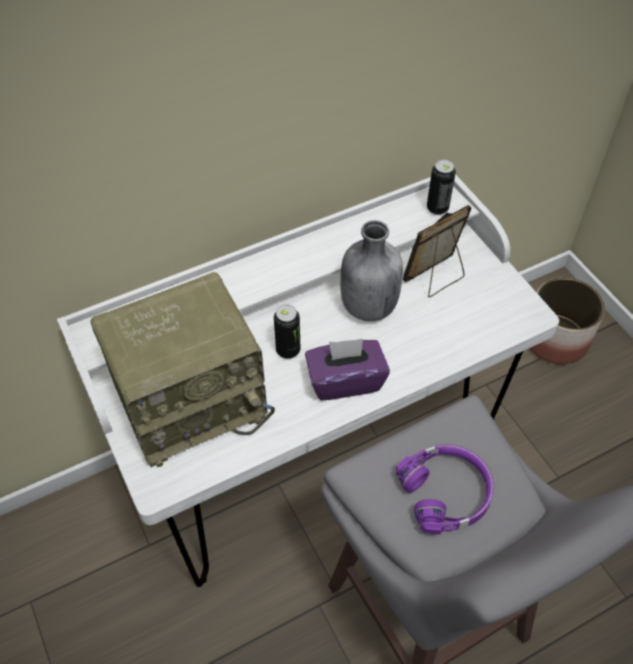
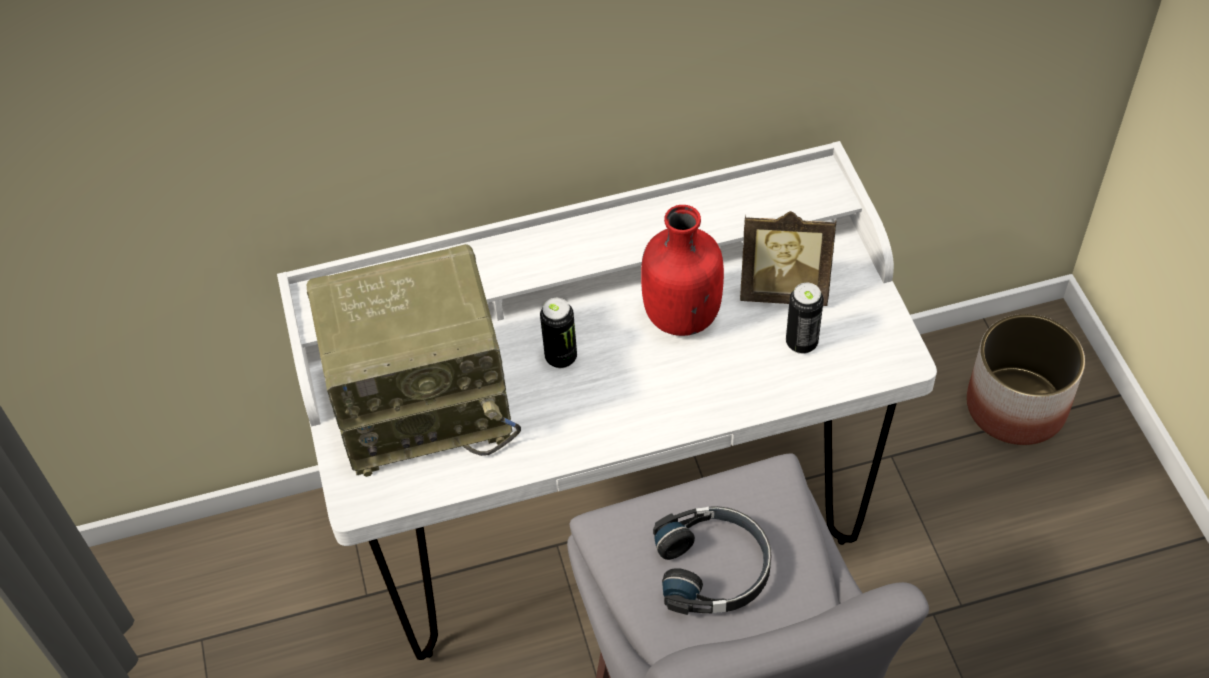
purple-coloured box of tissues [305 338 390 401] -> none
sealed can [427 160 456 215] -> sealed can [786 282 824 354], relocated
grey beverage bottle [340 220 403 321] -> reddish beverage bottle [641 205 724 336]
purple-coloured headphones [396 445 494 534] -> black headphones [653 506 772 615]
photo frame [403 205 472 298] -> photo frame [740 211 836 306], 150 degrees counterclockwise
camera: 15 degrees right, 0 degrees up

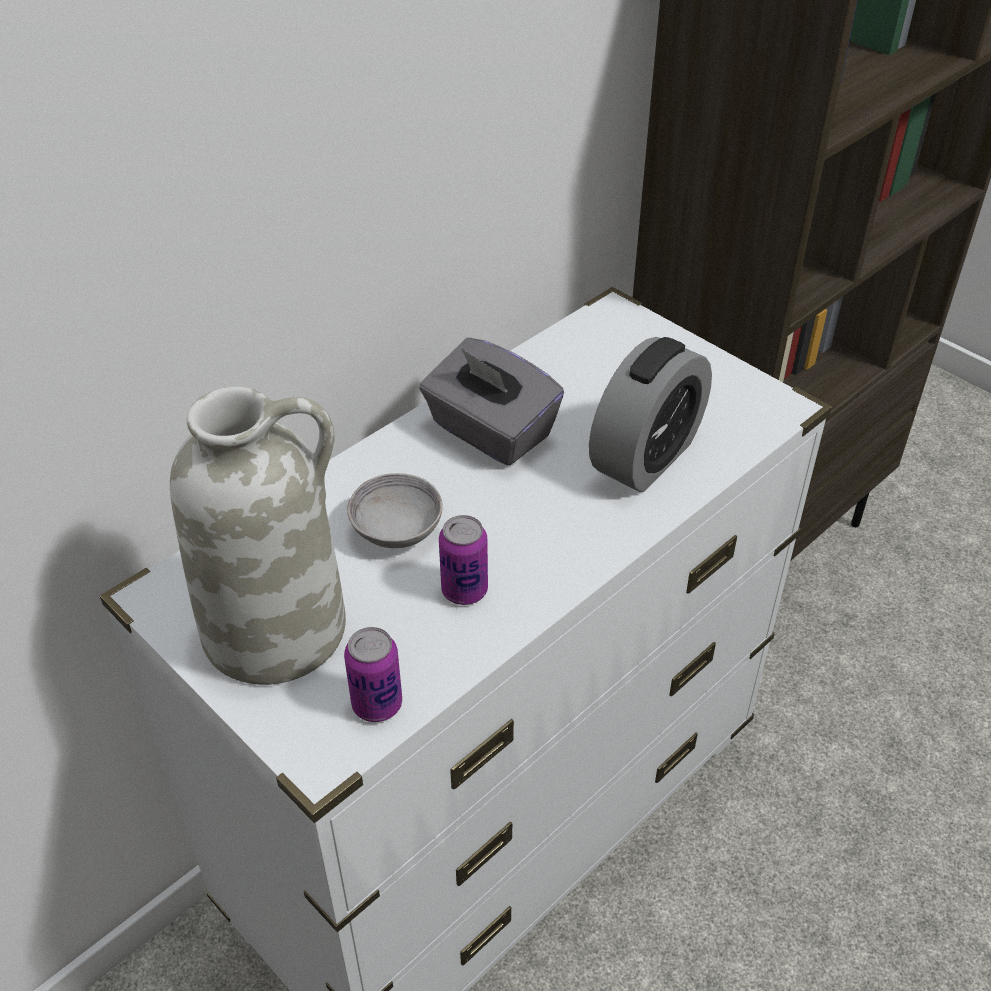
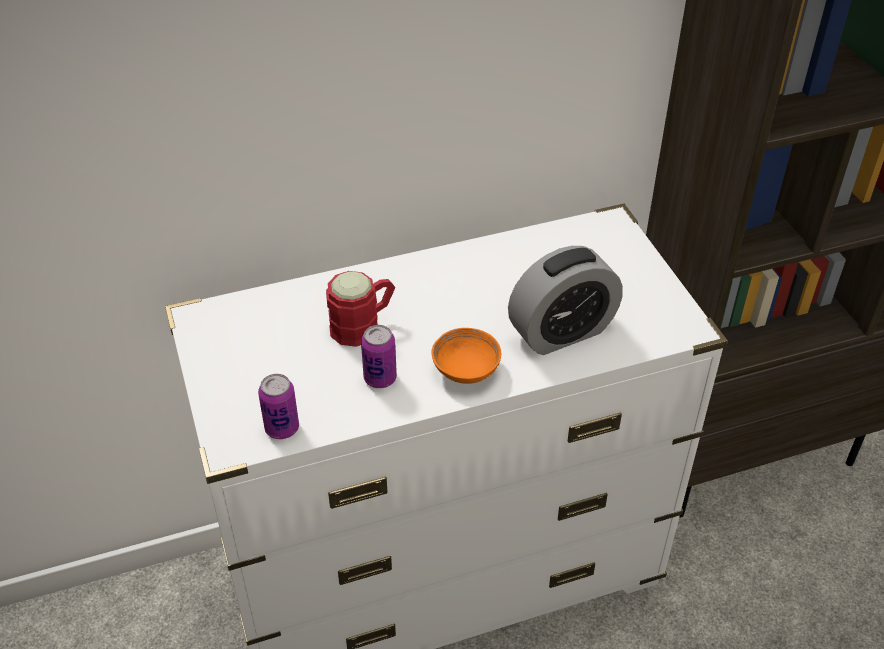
white-coloured flower vase [170 387 346 685] -> none
grey box of tissues [419 338 564 466] -> none
none -> orange deep dish [431 328 501 384]
grey deep dish [347 473 443 548] -> reddish mug [326 271 395 347]
camera: 25 degrees right, 0 degrees up

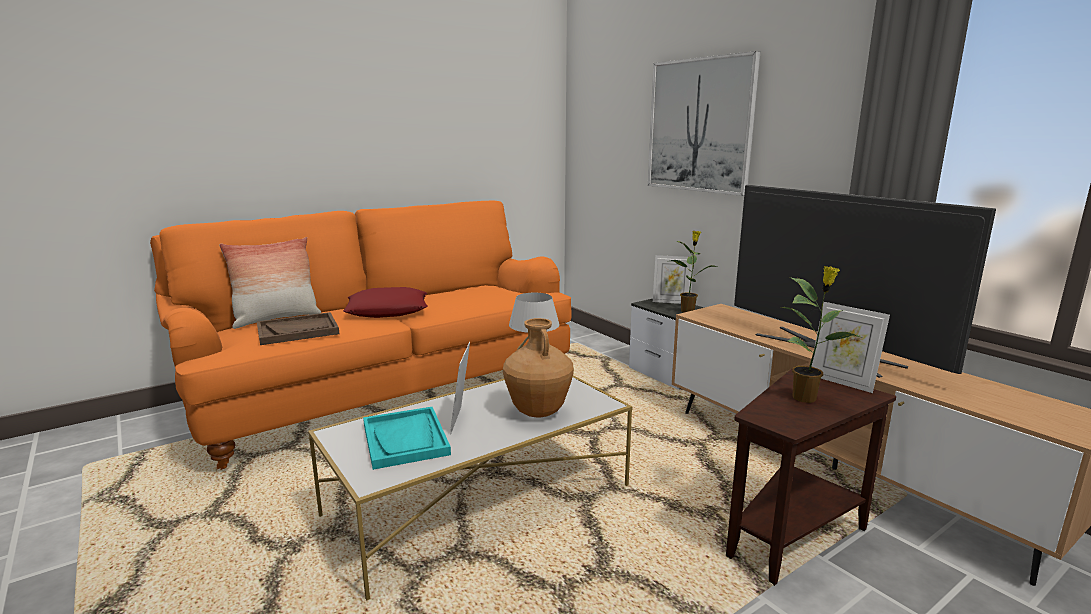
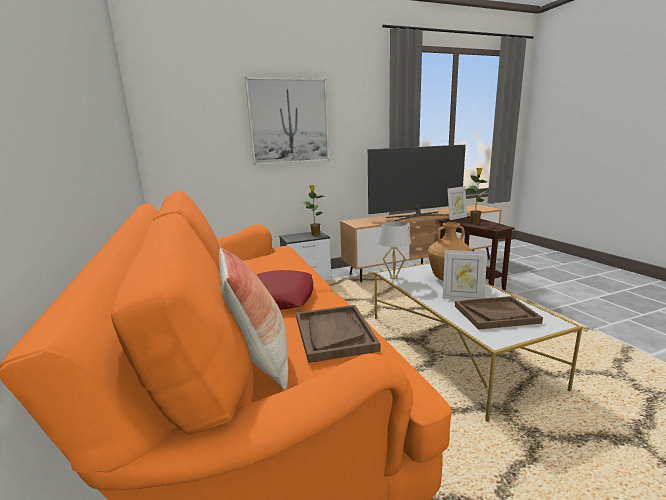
photo frame [653 255 693 304] -> none
turquoise tray [363 407 451 470] -> brown-coloured tray [455 296 543 330]
camera: 75 degrees left, 0 degrees up

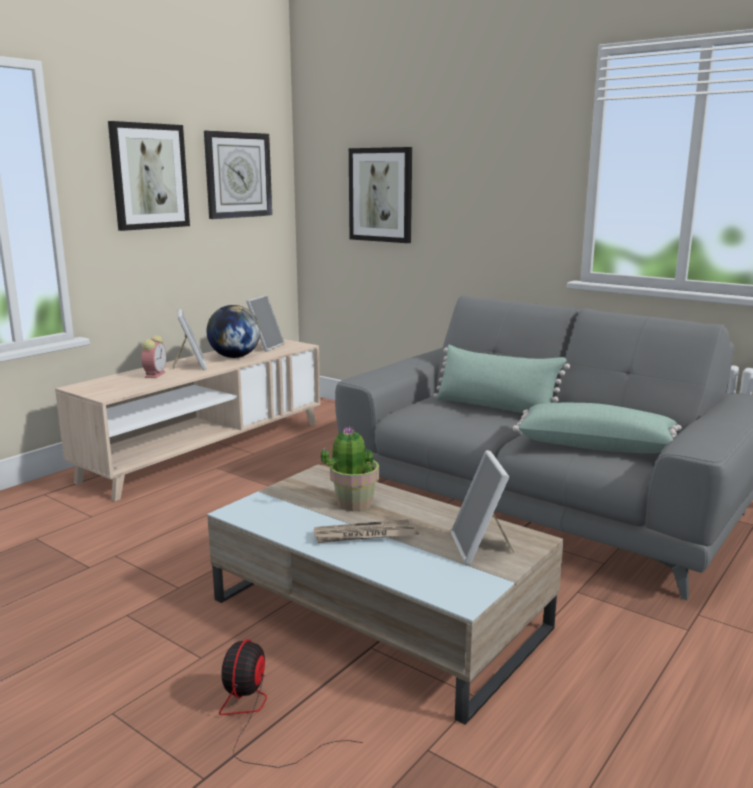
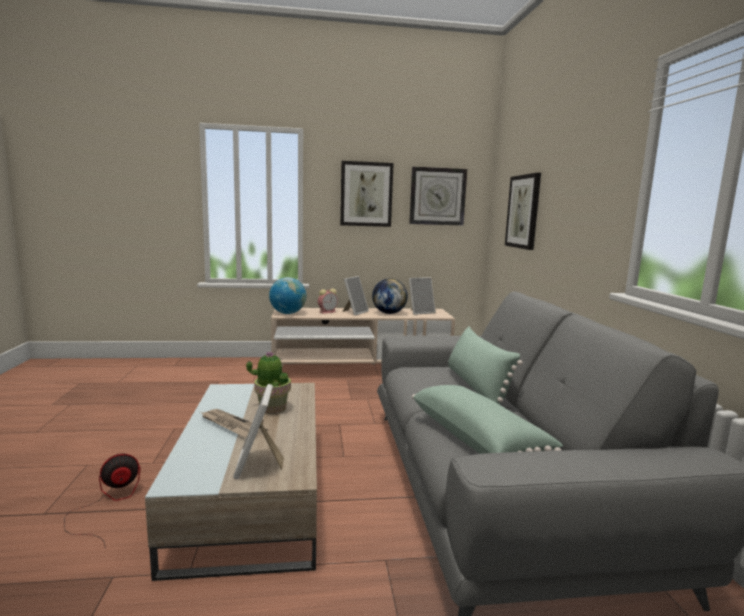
none -> globe [269 277 306 314]
photo frame [451 450 514 565] -> photo frame [233 384 284 479], 45 degrees counterclockwise
camera: 45 degrees right, 5 degrees down

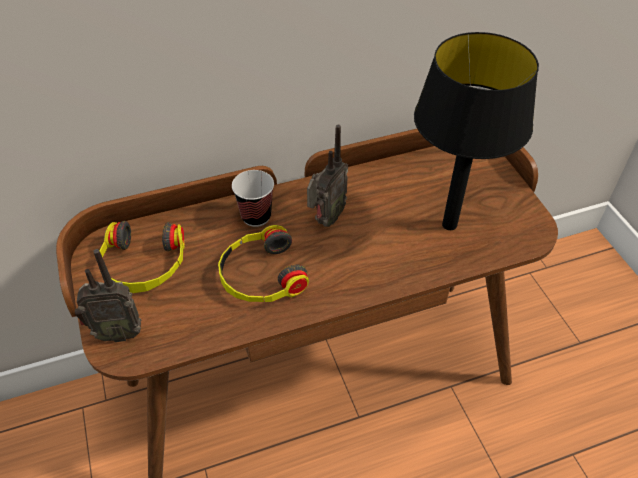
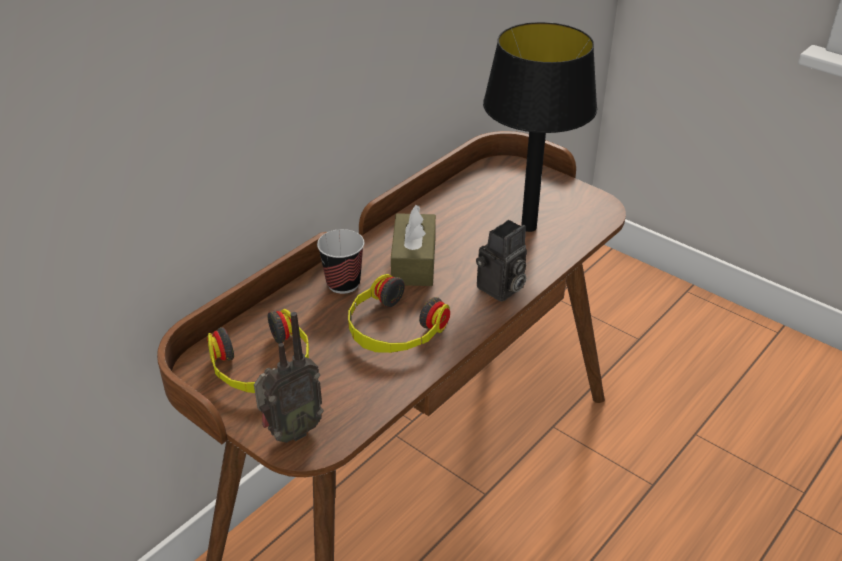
none -> photo camera [476 220 527 302]
radio receiver [307 125 348 227] -> brown-coloured box of tissues [391 205 436 286]
camera: 30 degrees left, 10 degrees down

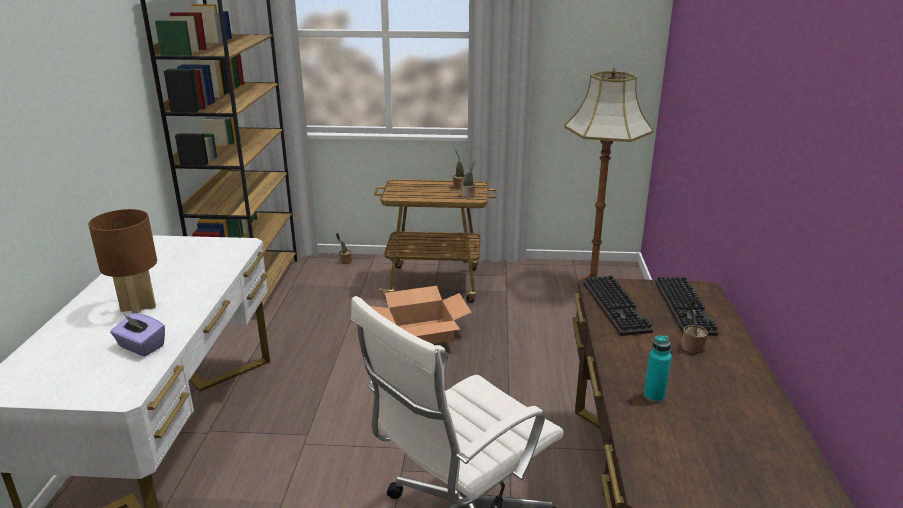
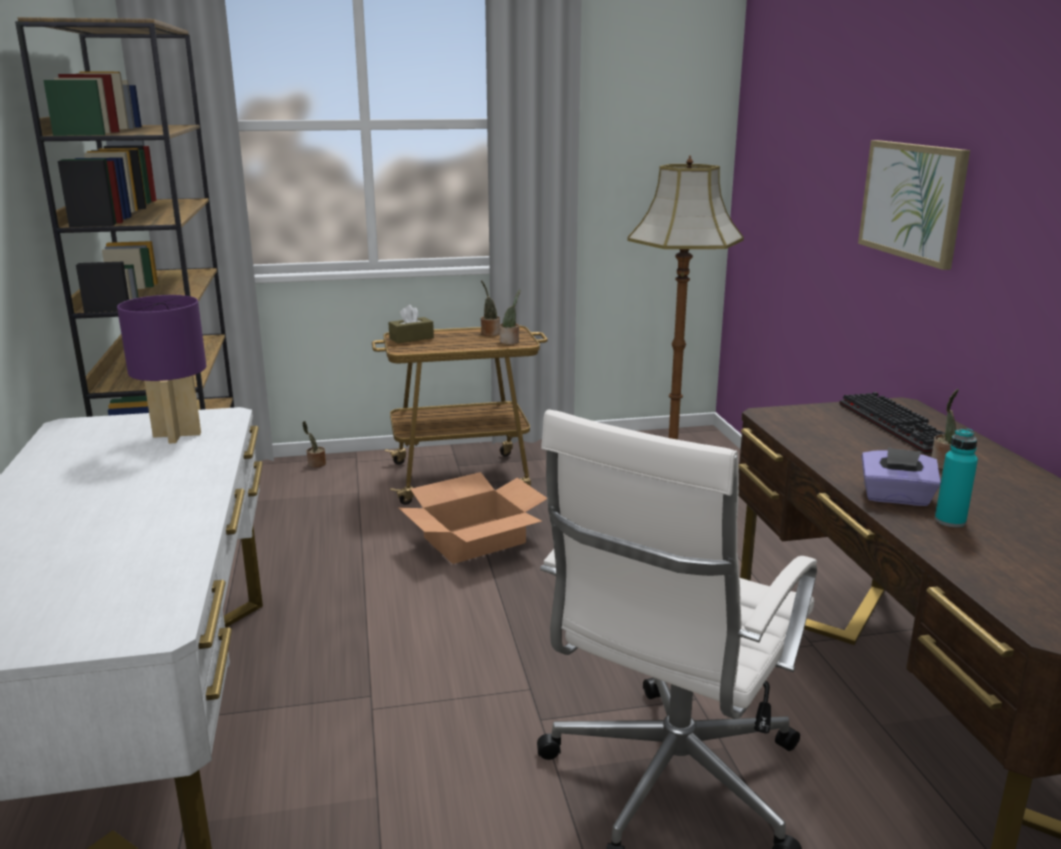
brown-coloured table lamp [88 209 157 313] -> none
computer keyboard [583 275 653 336] -> none
none -> purple-coloured table lamp [117 295 207 443]
none -> brown-coloured box of tissues [388 305 434 343]
none -> picture [858 140 970 270]
purple-coloured box of tissues [110 313 165 356] -> purple-coloured box of tissues [861 447 941 506], relocated
camera: 15 degrees left, 5 degrees down

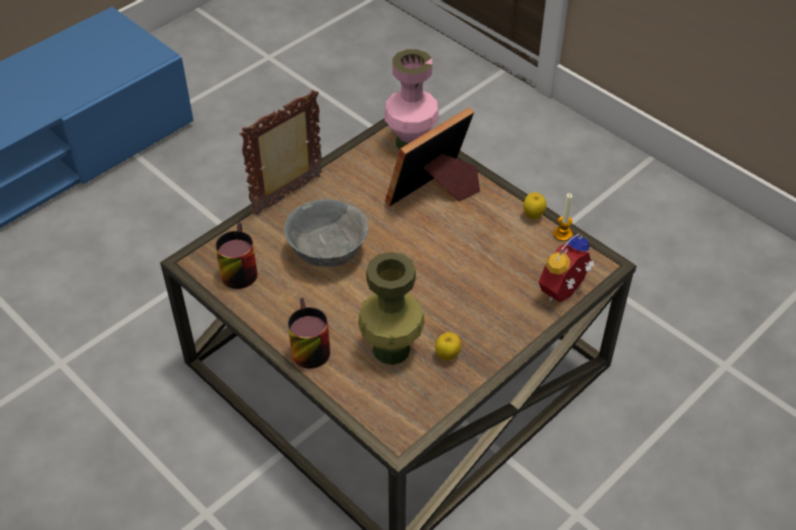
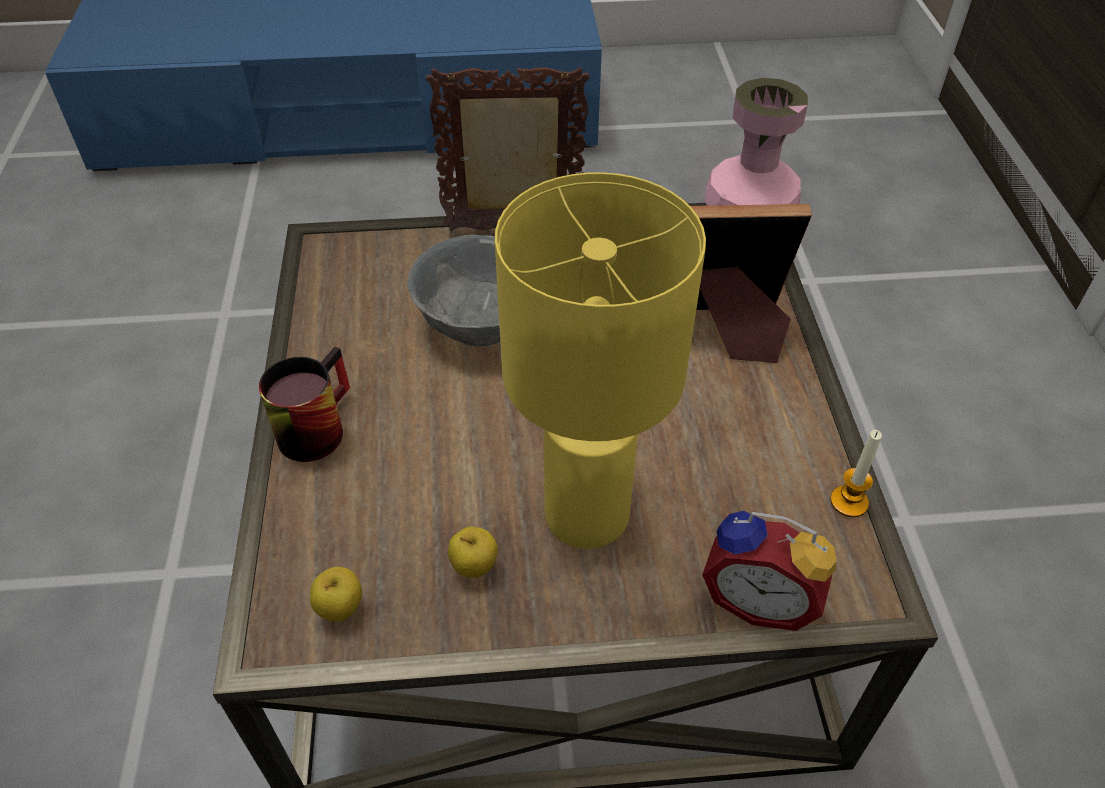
mug [215 223 258 289] -> none
greenish flower vase [358 252 425 365] -> none
none -> yellow table lamp [495 172 706 549]
whole apple [523 192 546 219] -> whole apple [310 567 362 622], relocated
alarm clock [538 233 595 302] -> alarm clock [702 511 837 631], 150 degrees counterclockwise
camera: 40 degrees right, 0 degrees up

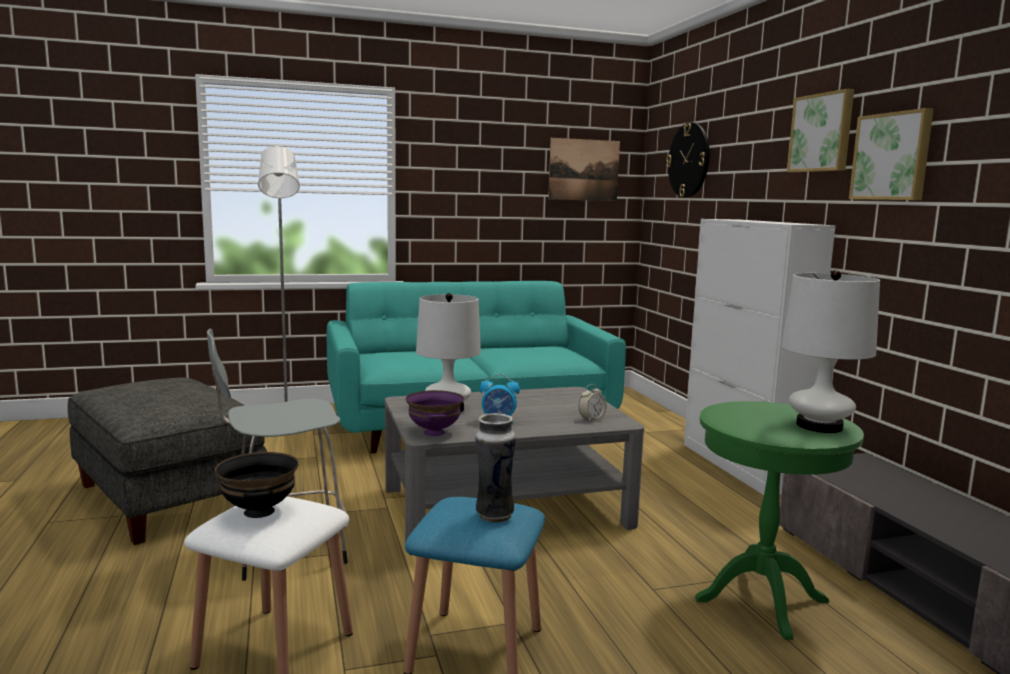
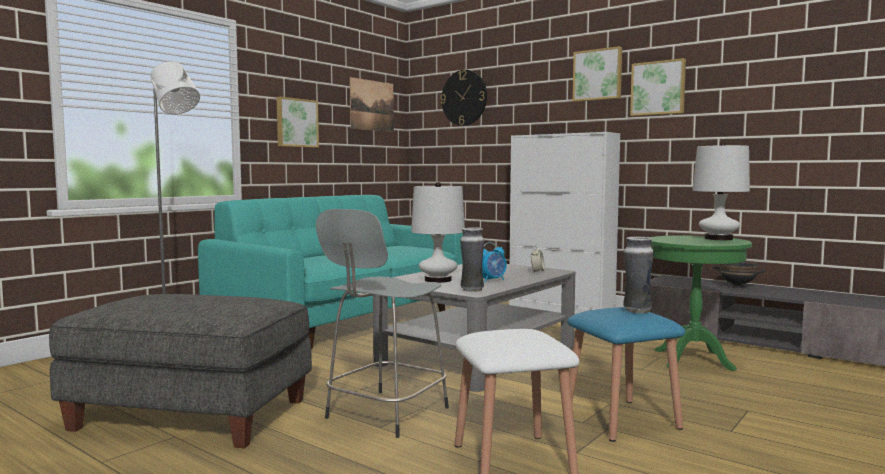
none -> picture [277 97 319 148]
black deep dish [215 452 298 518] -> black deep dish [712 262 766 288], relocated
purple-coloured deep dish [406 390 464 436] -> flower vase [460 227 484 292]
camera: 35 degrees left, 5 degrees down

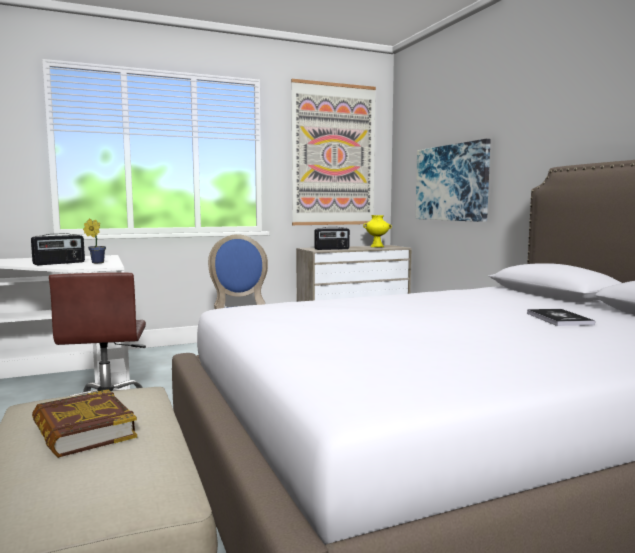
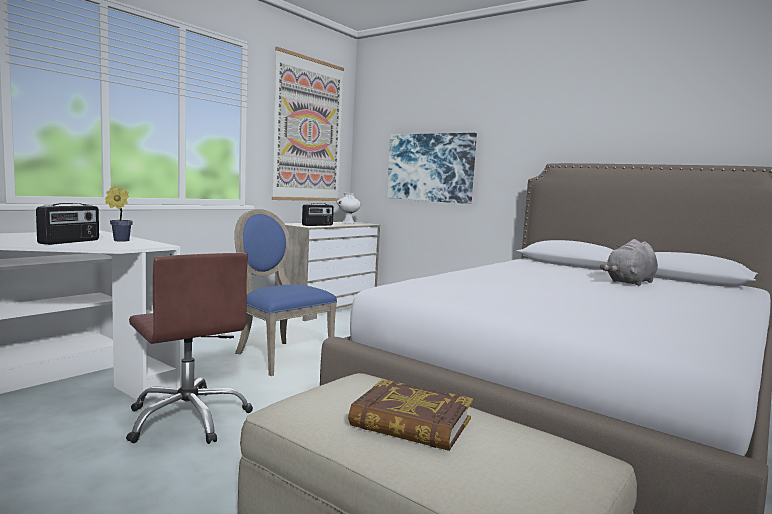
bound book [527 309 595 326] -> grey plush toy [600 239 658 286]
yellow flower vase [363 215 392 247] -> white-coloured flower vase [337 193 362 224]
camera: 30 degrees left, 0 degrees up

